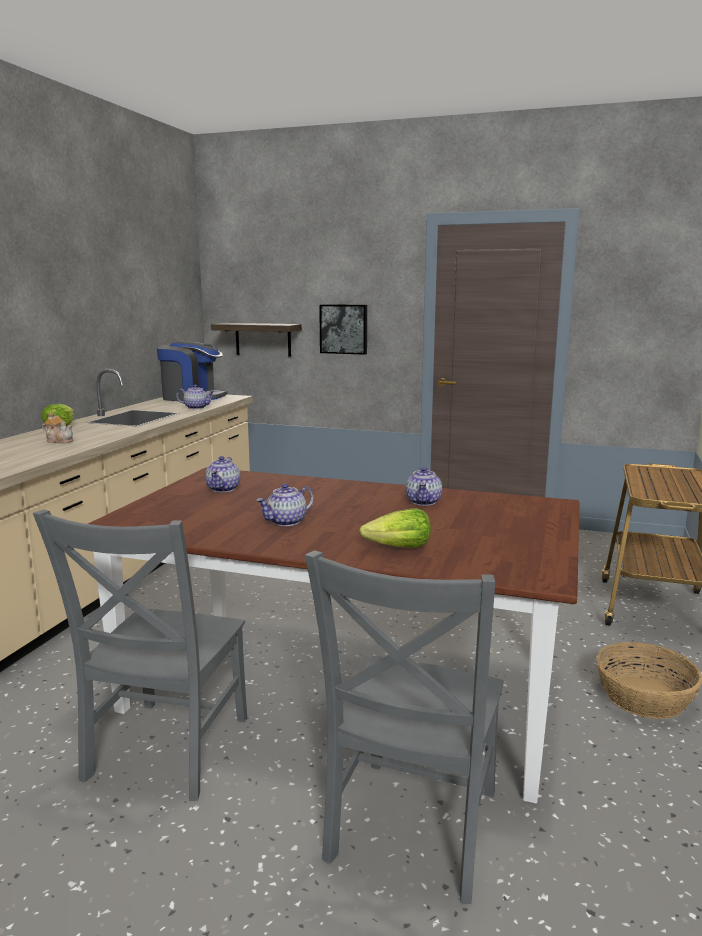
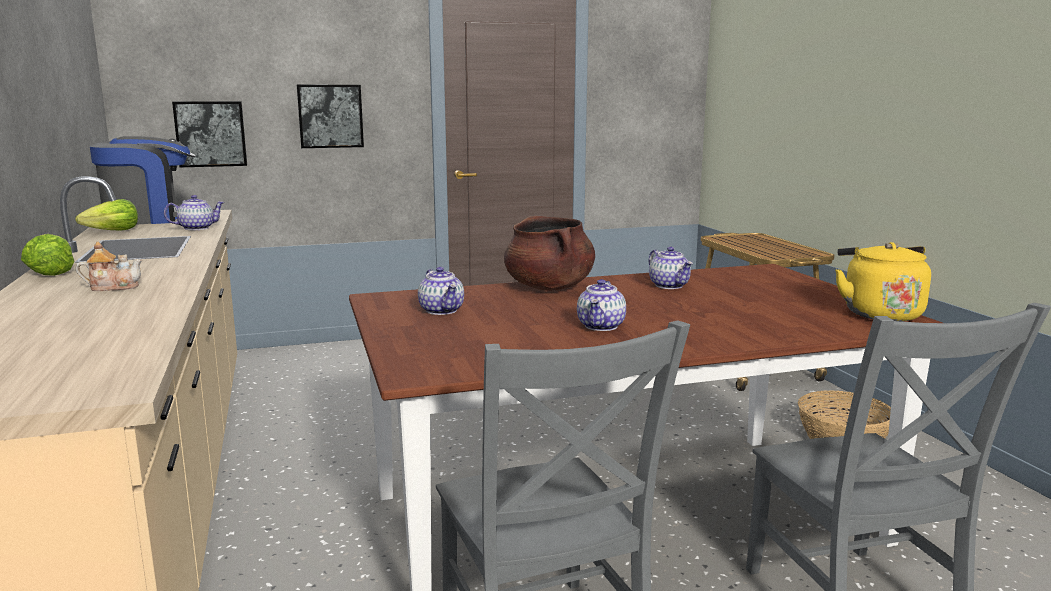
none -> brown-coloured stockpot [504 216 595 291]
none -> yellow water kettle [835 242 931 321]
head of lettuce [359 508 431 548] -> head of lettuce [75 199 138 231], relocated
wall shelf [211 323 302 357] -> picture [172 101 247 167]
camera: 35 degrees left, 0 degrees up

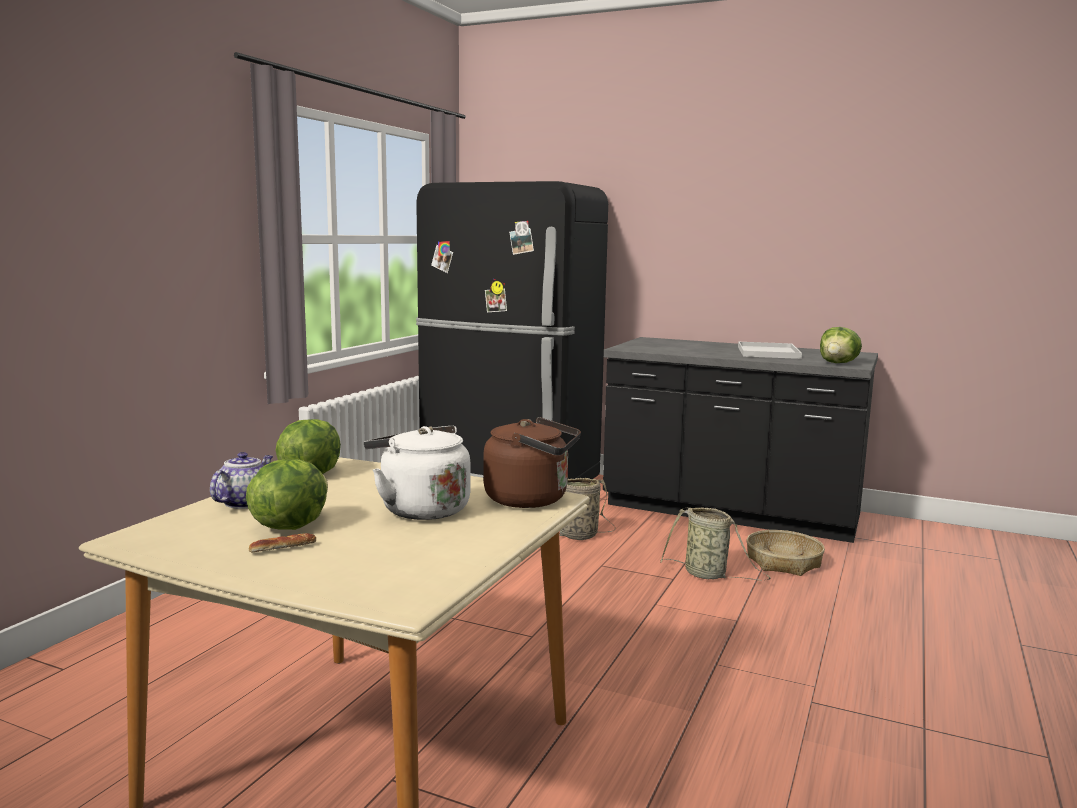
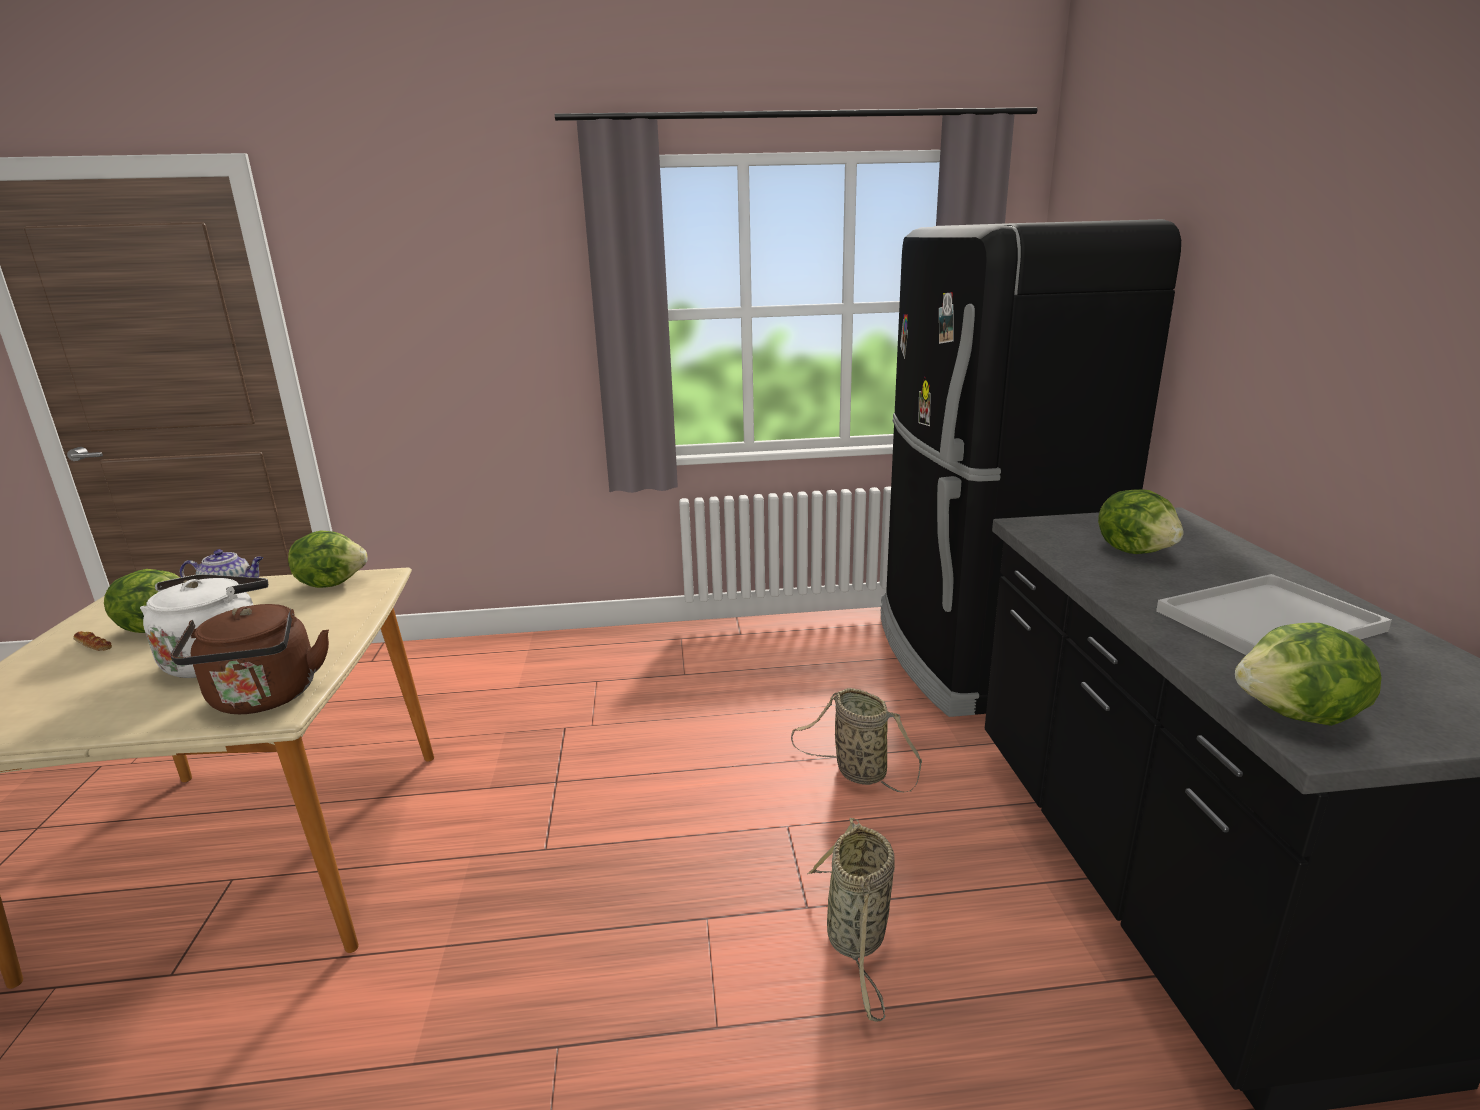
storage basket [747 530 825 576] -> none
none -> head of lettuce [1098 489 1184 554]
camera: 60 degrees right, 10 degrees up

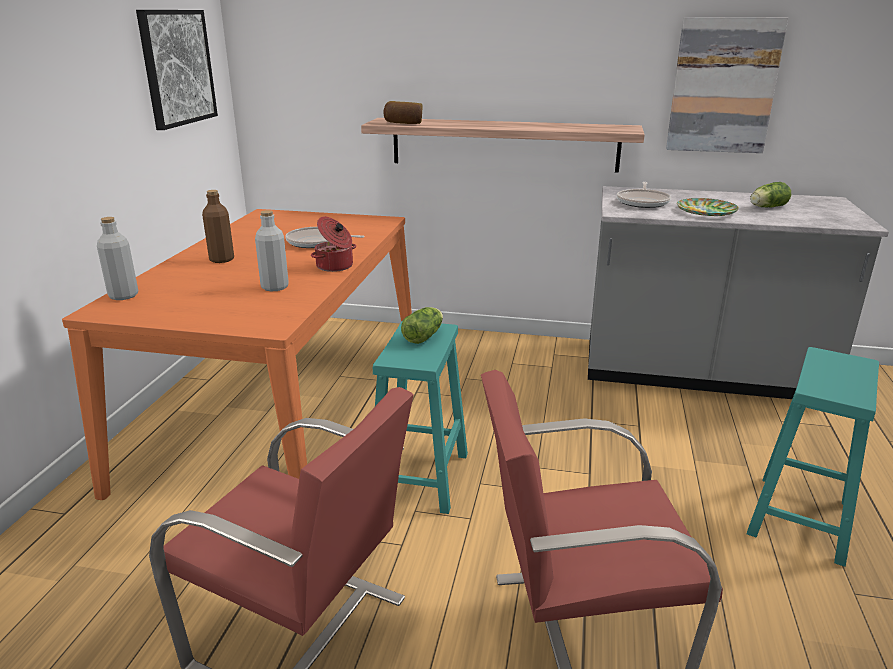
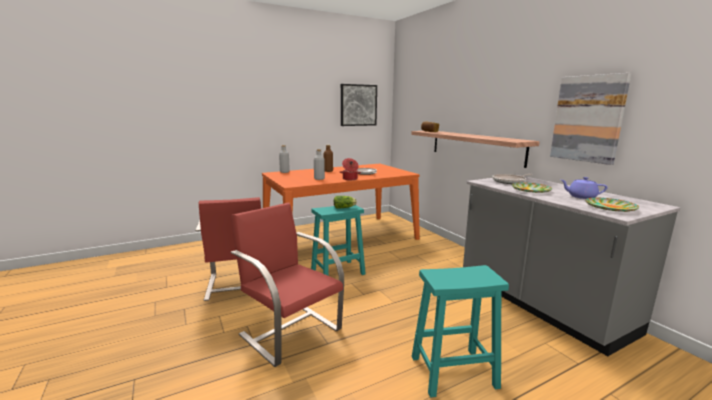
none -> flat dish [585 198 639 212]
head of lettuce [750 182 791 207] -> purple-coloured pot for tea [561 177 608 199]
camera: 50 degrees right, 10 degrees down

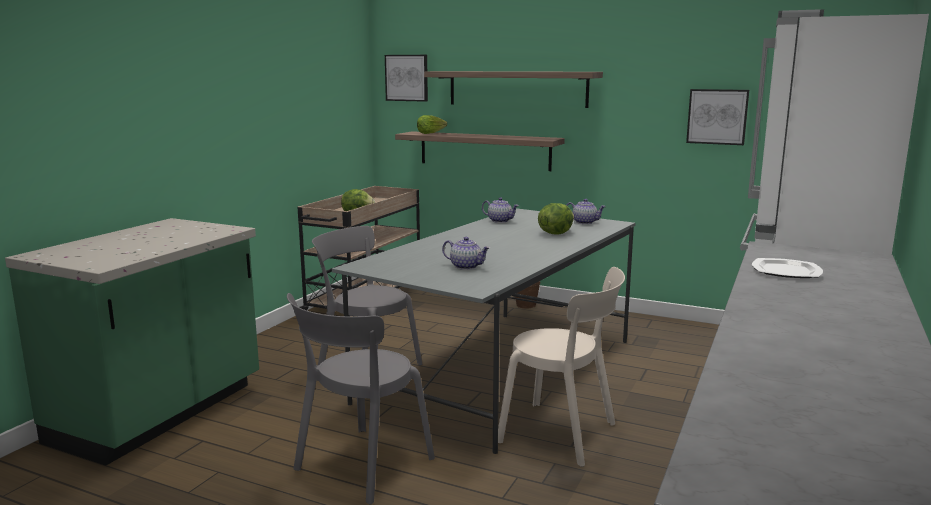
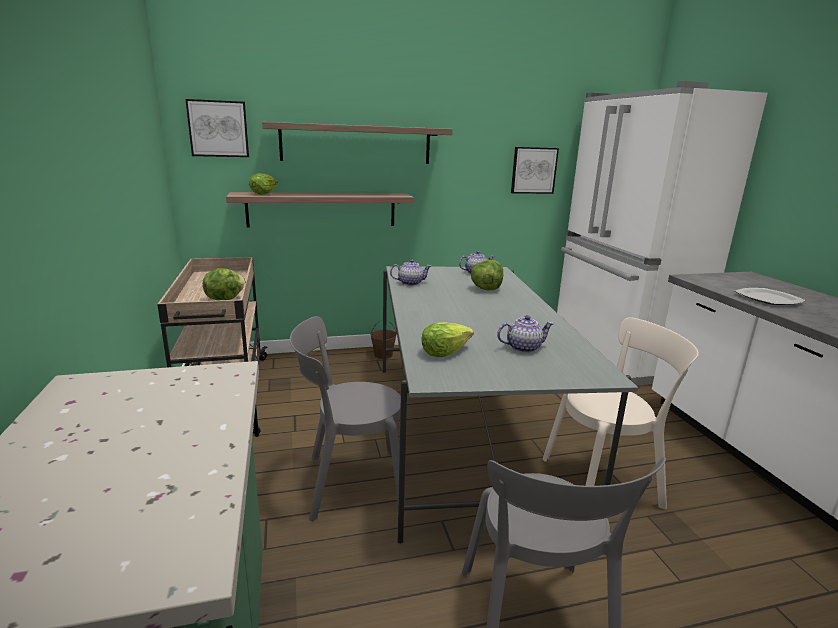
none -> head of lettuce [421 322 474 357]
camera: 40 degrees left, 5 degrees up

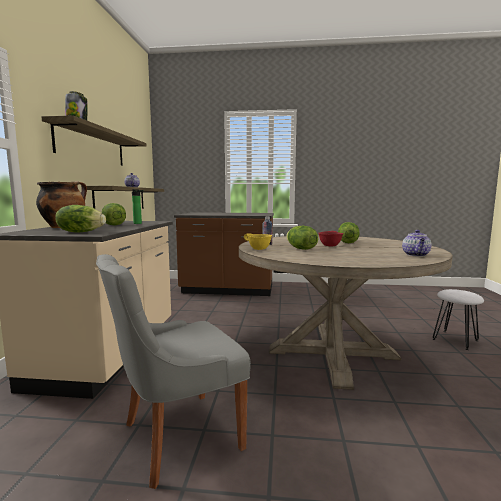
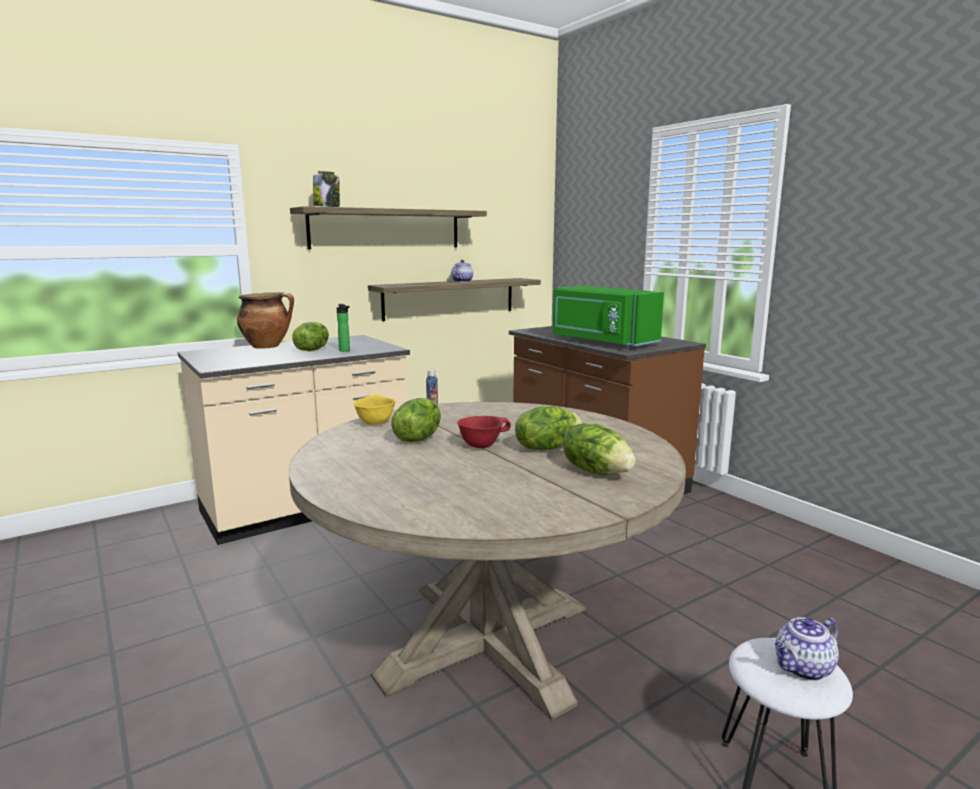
grey plain chair [96 254 251 489] -> none
none -> greenish microwave [553 286 664 348]
head of lettuce [55 205 106 232] -> head of lettuce [563 423 636 475], relocated
pot for tea [402 230 432 257] -> pot for tea [775 617 839 681], relocated
camera: 50 degrees right, 5 degrees up

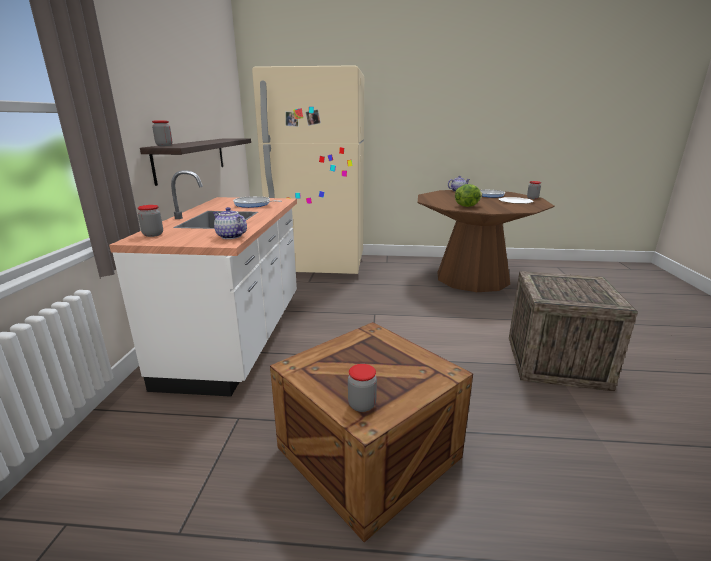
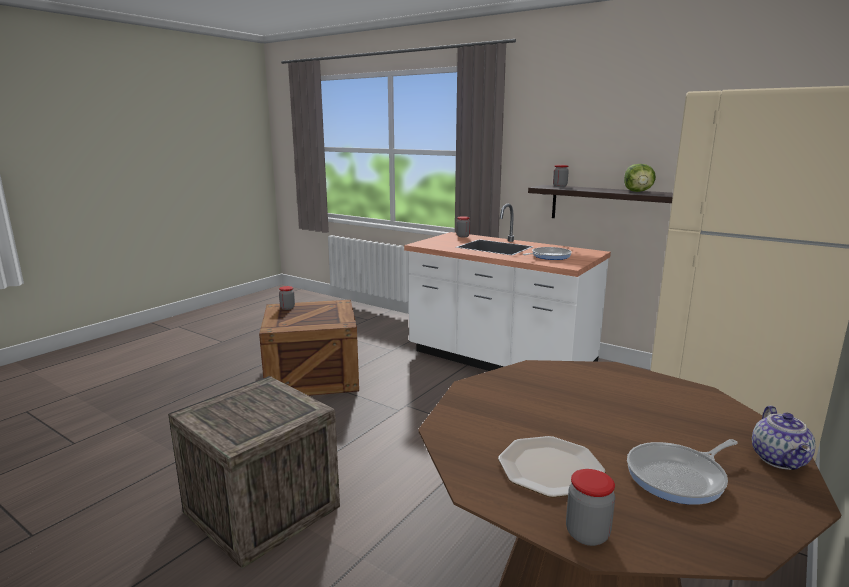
pot for tea [213 207 247 239] -> none
head of lettuce [455 184 482 207] -> head of lettuce [624 164 656 192], relocated
camera: 120 degrees right, 5 degrees down

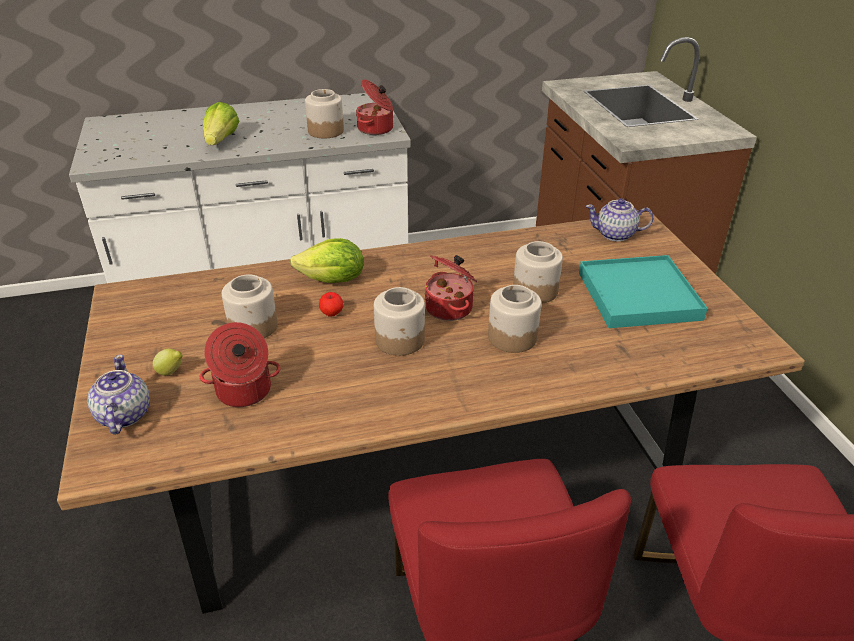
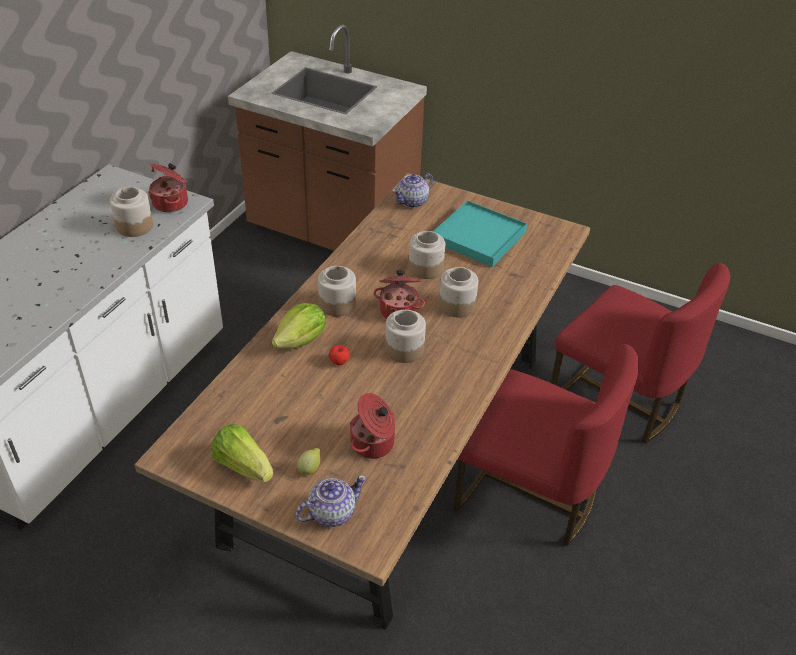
head of lettuce [203 102 239 145] -> head of lettuce [211 424 273 482], relocated
preserve jar [222 274 278 338] -> preserve jar [318 266 356 316], relocated
pot for tea [88 354 150 435] -> pot for tea [295 475 367 527], 120 degrees clockwise
camera: 50 degrees left, 5 degrees up

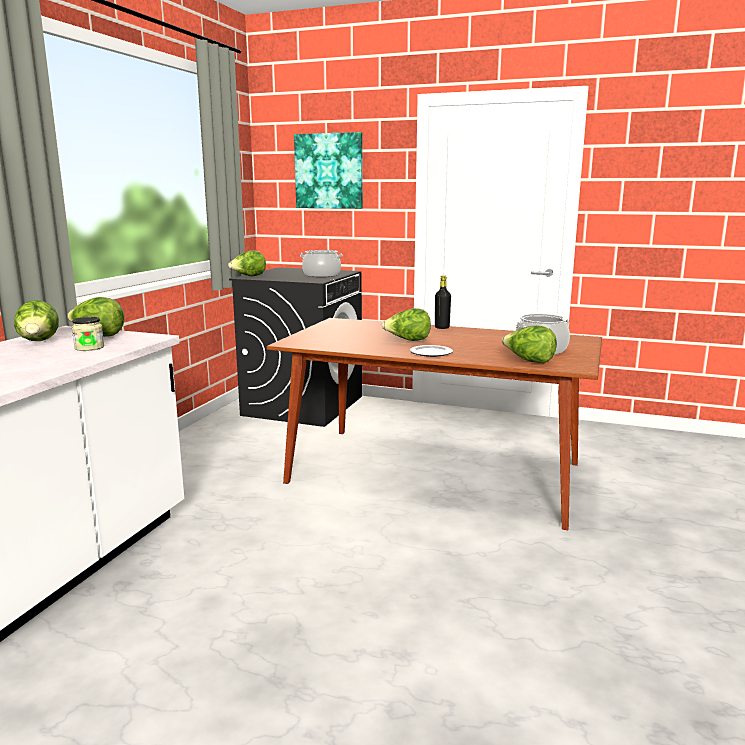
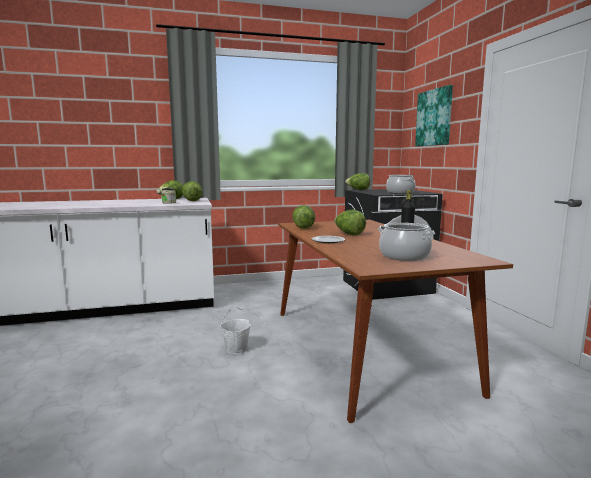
none -> white-coloured bucket [221 307 251 354]
head of lettuce [502 325 557 363] -> head of lettuce [292 205 315 229], relocated
camera: 55 degrees right, 5 degrees down

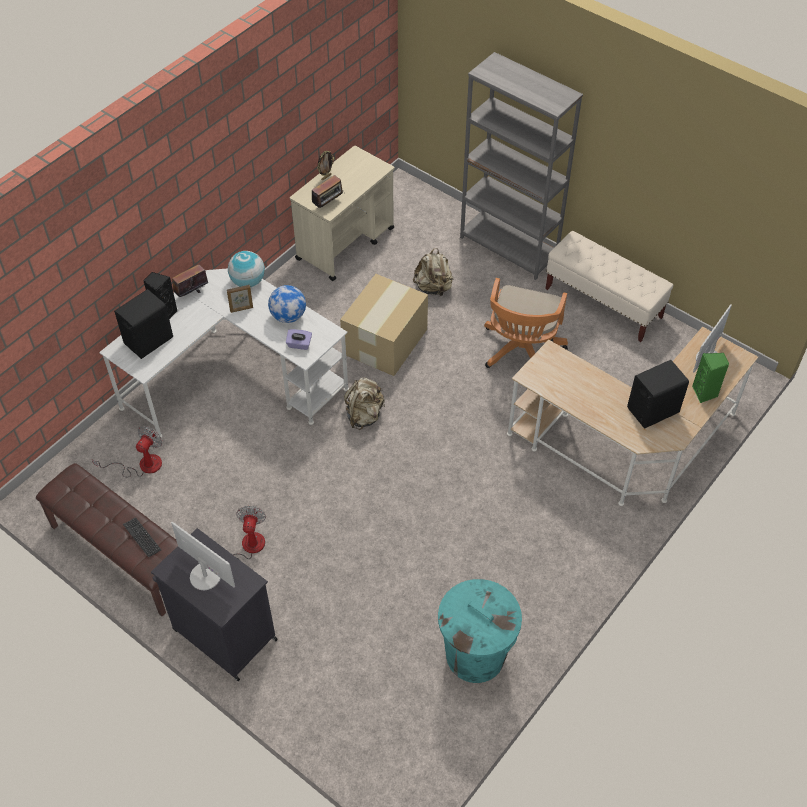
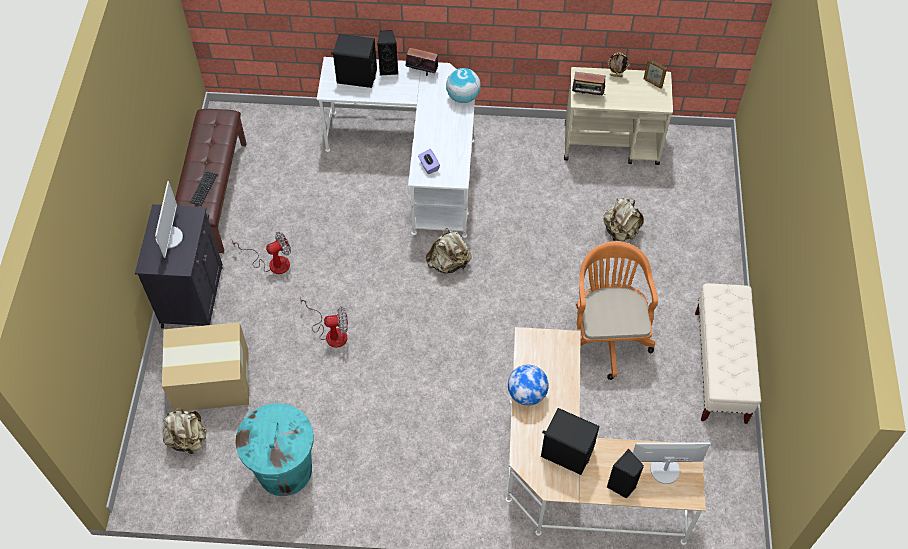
grey bookshelf [460 52 583 280] -> none
none -> beige backpack [163 408 206 455]
fan [92 426 162 477] -> fan [300 296 348 348], relocated
photo frame [227 285 253 313] -> photo frame [644 58 667 89], relocated
globe [268 285 306 323] -> globe [508 365 549 406], relocated
packing box [340 274 428 376] -> packing box [162 322 249 411], relocated
greenish speaker [692 353 729 403] -> black speaker [607 449 644 499]
orange computer chair [484 278 568 368] -> orange computer chair [576 241 658 380], 105 degrees clockwise
camera: 55 degrees right, 5 degrees up

